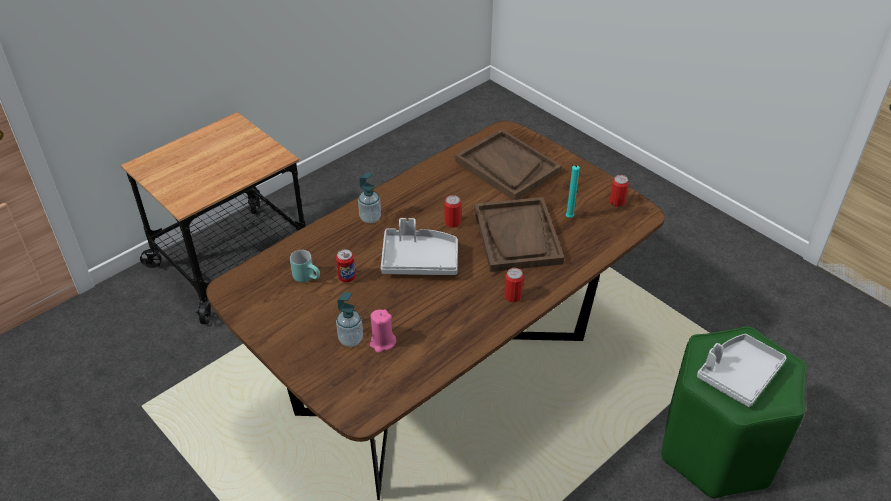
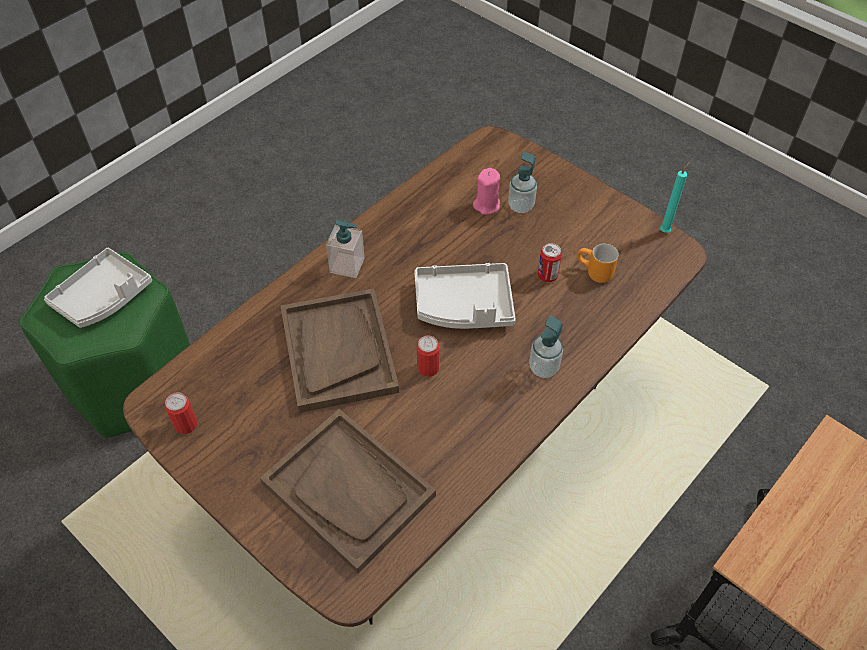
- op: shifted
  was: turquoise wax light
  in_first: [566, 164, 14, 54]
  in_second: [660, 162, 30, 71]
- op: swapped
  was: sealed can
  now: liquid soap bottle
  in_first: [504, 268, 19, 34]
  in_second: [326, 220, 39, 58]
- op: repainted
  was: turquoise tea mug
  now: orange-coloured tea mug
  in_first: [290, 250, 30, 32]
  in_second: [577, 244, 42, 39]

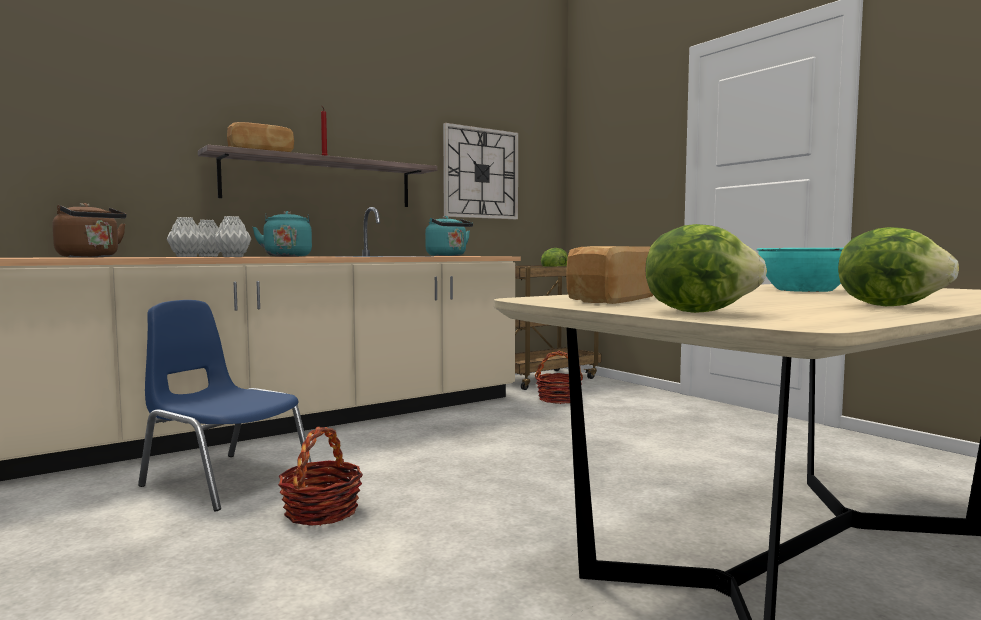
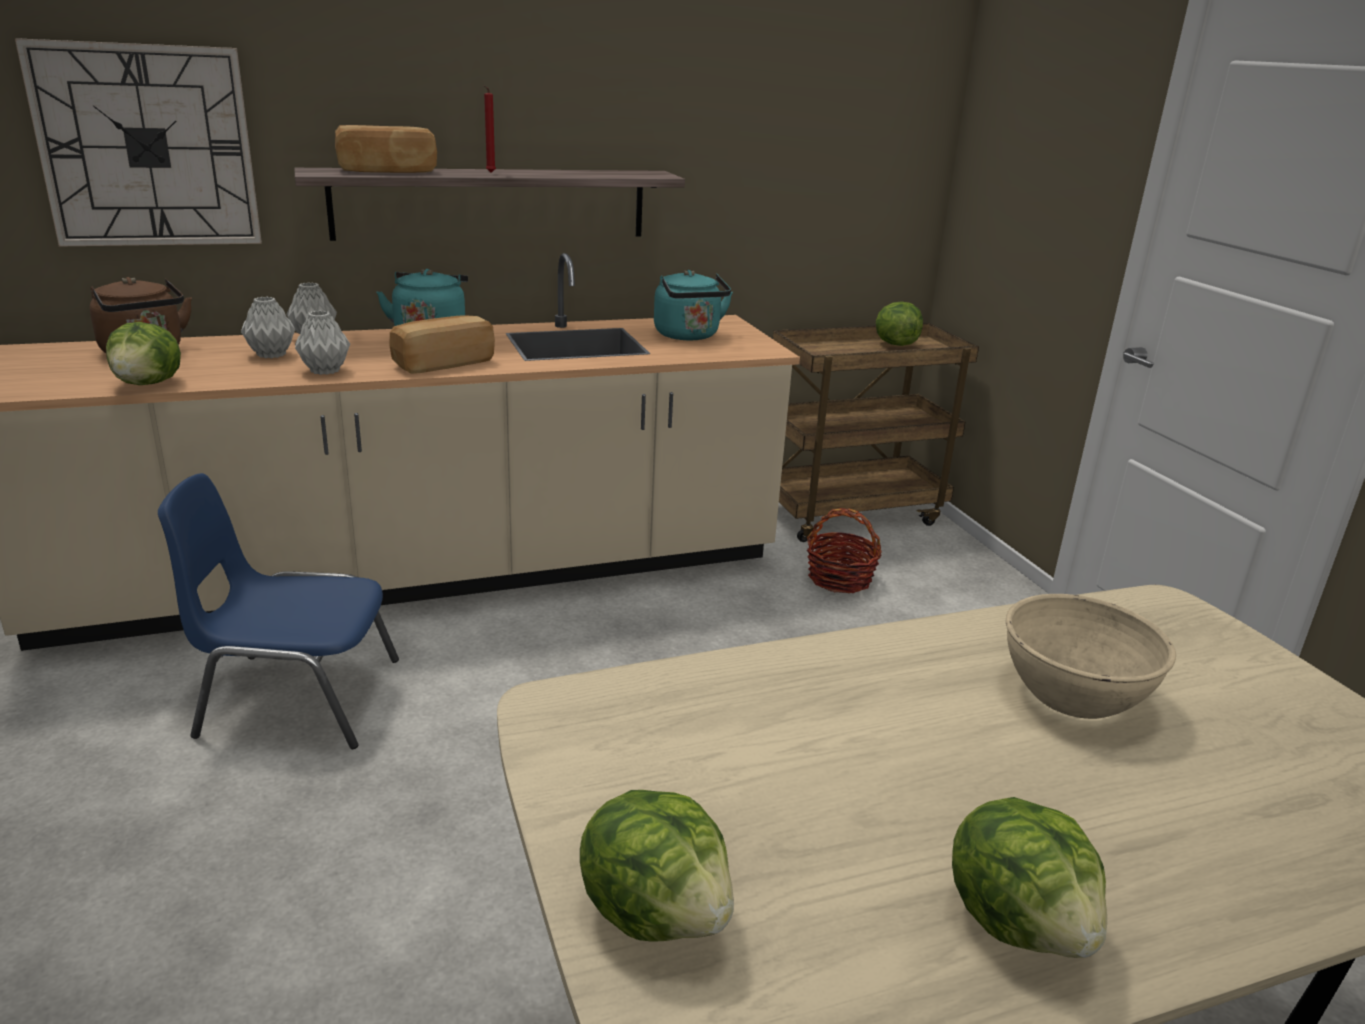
- op: gone
  was: storage basket
  in_first: [278, 427, 85, 99]
- op: new
  now: head of lettuce
  in_second: [106, 322, 75, 63]
- op: shifted
  was: hanging clock
  in_first: [443, 123, 75, 96]
  in_second: [15, 38, 247, 208]
- op: shifted
  was: bakery bread
  in_first: [566, 246, 87, 58]
  in_second: [389, 315, 106, 59]
- op: repainted
  was: turquoise deep dish
  now: beige deep dish
  in_first: [757, 248, 86, 44]
  in_second: [1006, 594, 170, 125]
- op: rotated
  was: blue plain chair
  in_first: [138, 300, 173, 212]
  in_second: [158, 473, 241, 276]
  clockwise: -45

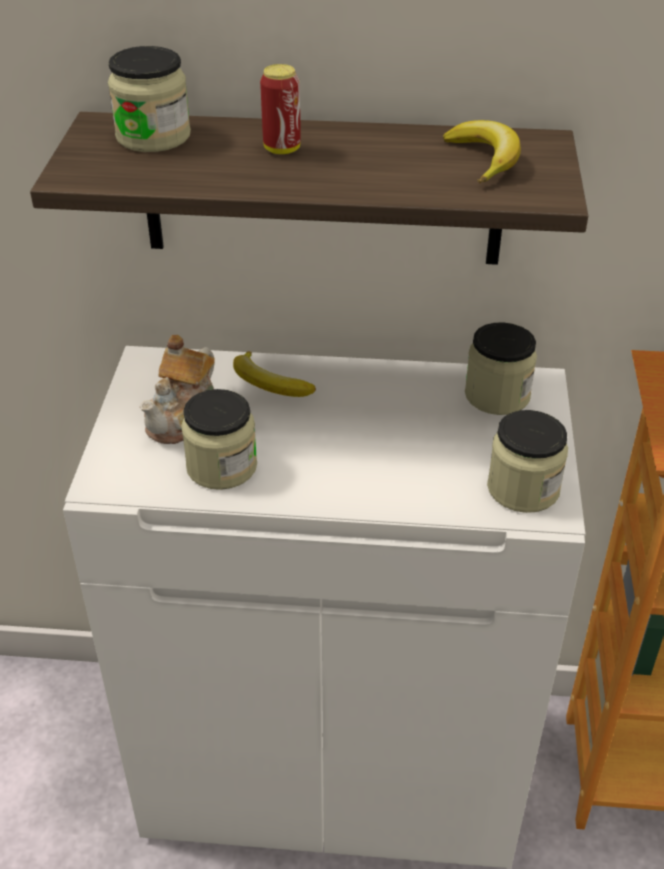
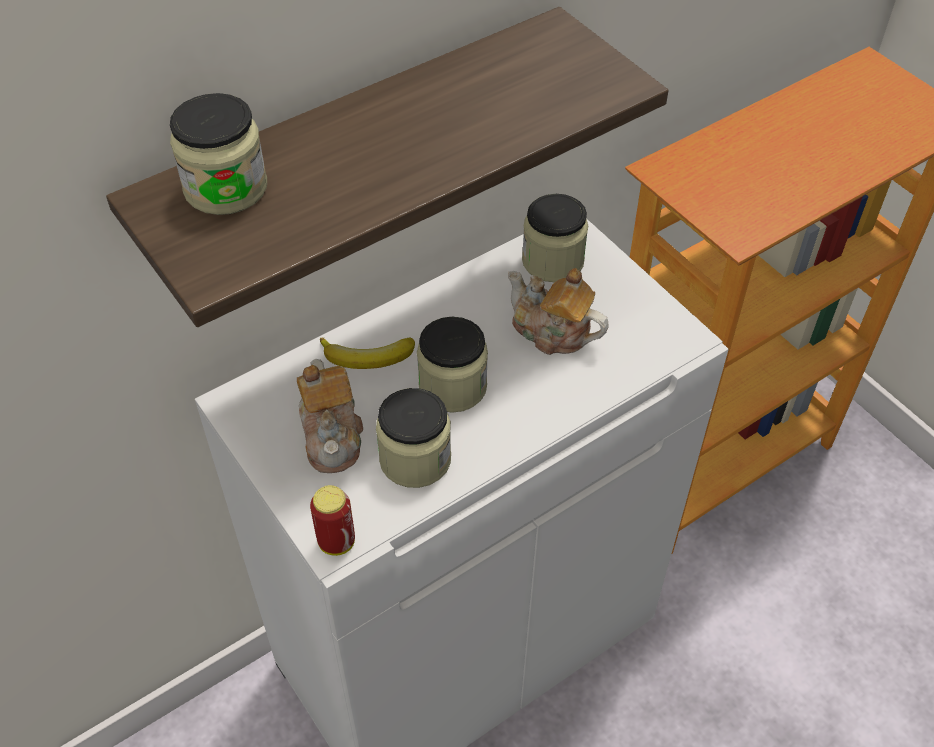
- op: gone
  was: whole banana
  in_first: [443, 120, 78, 64]
- op: new
  now: pot for tea
  in_second: [508, 268, 101, 87]
- op: shifted
  was: sealed can
  in_first: [260, 64, 41, 90]
  in_second: [310, 485, 45, 71]
- op: shifted
  was: jar
  in_first: [487, 410, 81, 103]
  in_second: [417, 317, 71, 96]

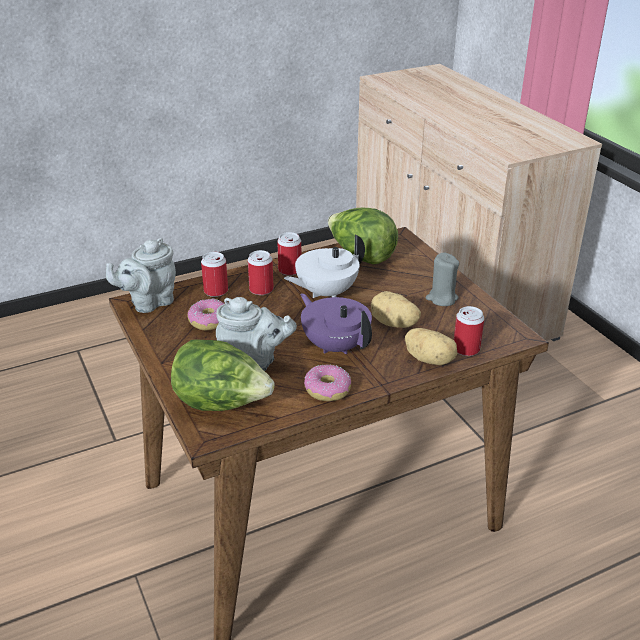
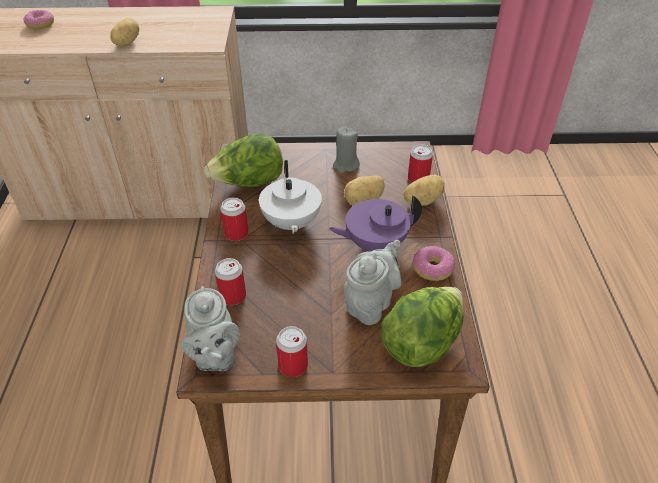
- op: new
  now: whole potato
  in_second: [110, 18, 29, 28]
- op: shifted
  was: donut
  in_first: [187, 299, 38, 31]
  in_second: [23, 10, 31, 19]
- op: shifted
  was: sealed can
  in_first: [248, 250, 26, 45]
  in_second: [276, 326, 32, 51]

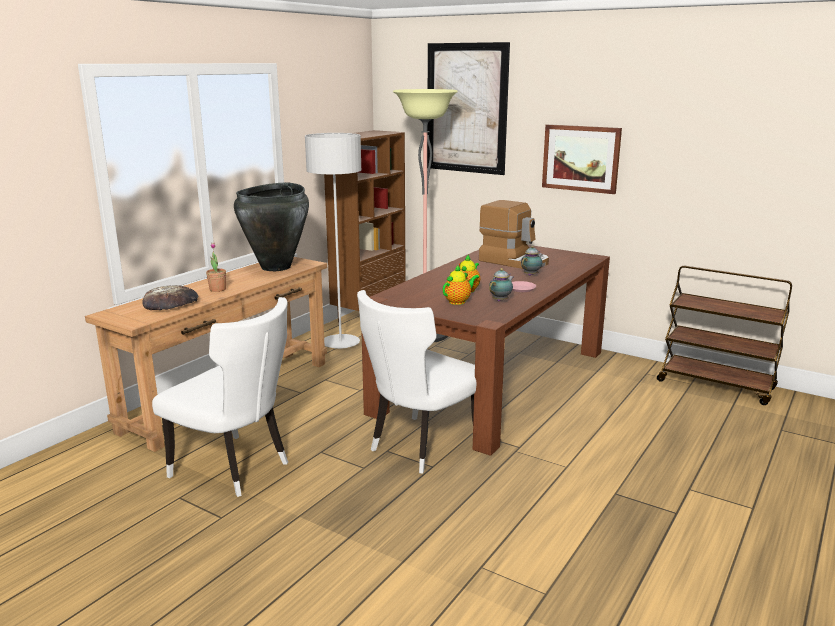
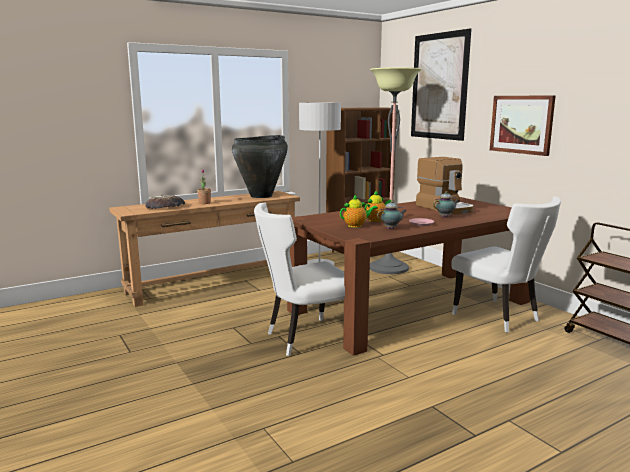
- op: shifted
  was: white plain chair
  in_first: [152, 297, 136, 200]
  in_second: [451, 196, 110, 137]

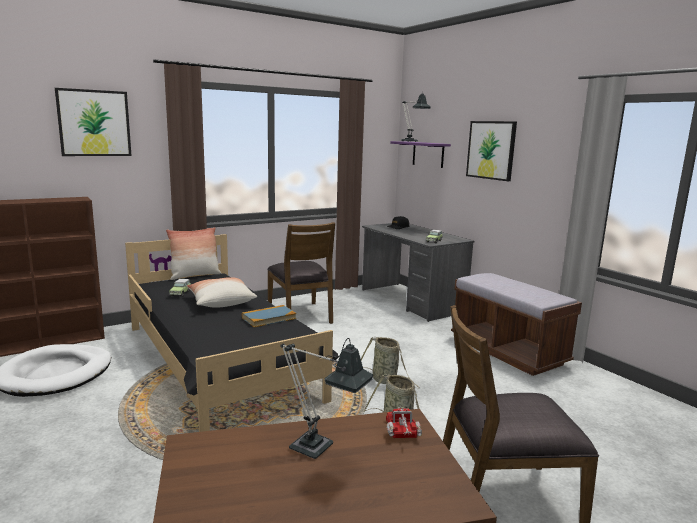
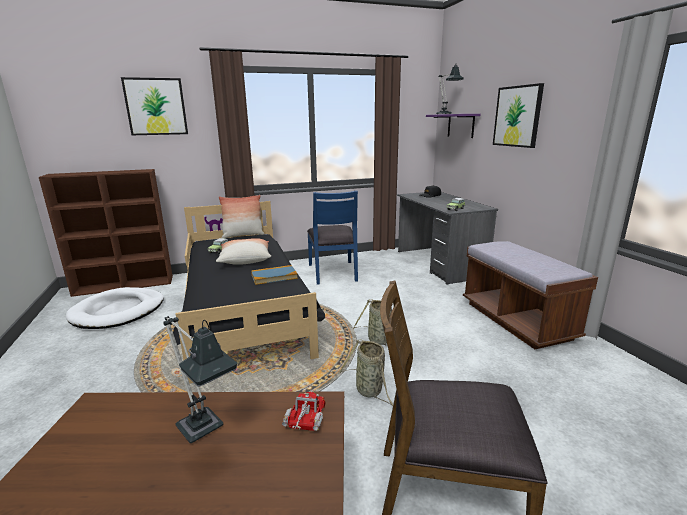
- op: repainted
  was: brown plain chair
  now: blue plain chair
  in_first: [268, 222, 67, 102]
  in_second: [307, 190, 51, 95]

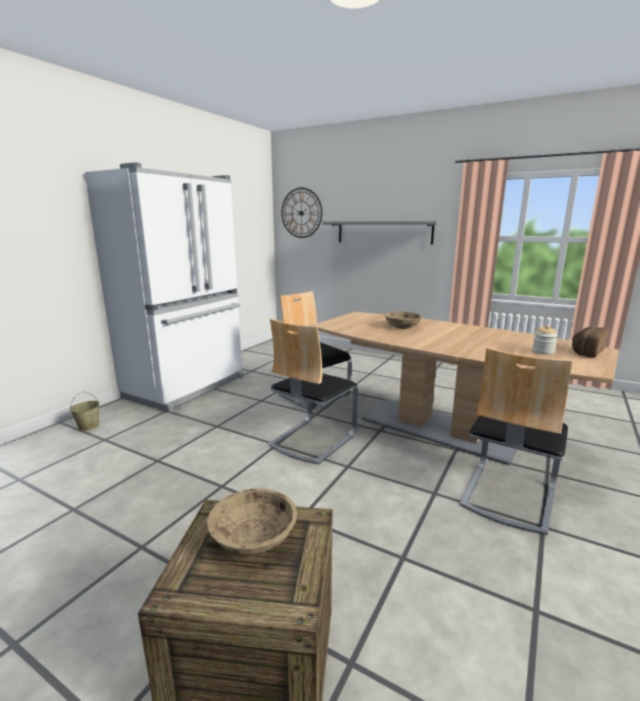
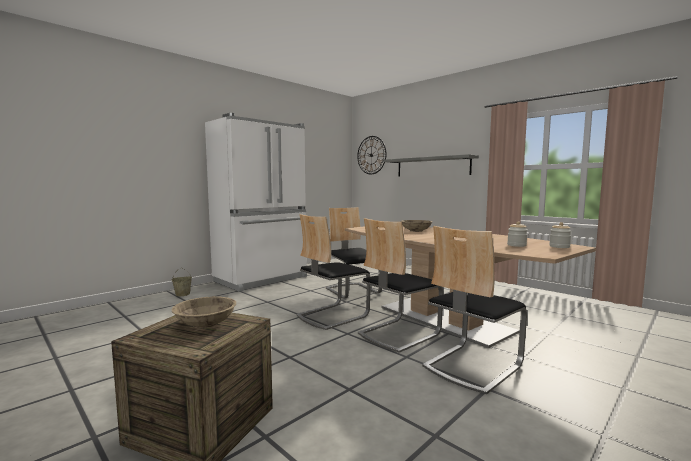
- op: new
  now: plain chair
  in_second: [358, 218, 86, 135]
- op: swapped
  was: bakery bread
  now: jar
  in_first: [572, 327, 37, 31]
  in_second: [549, 222, 22, 26]

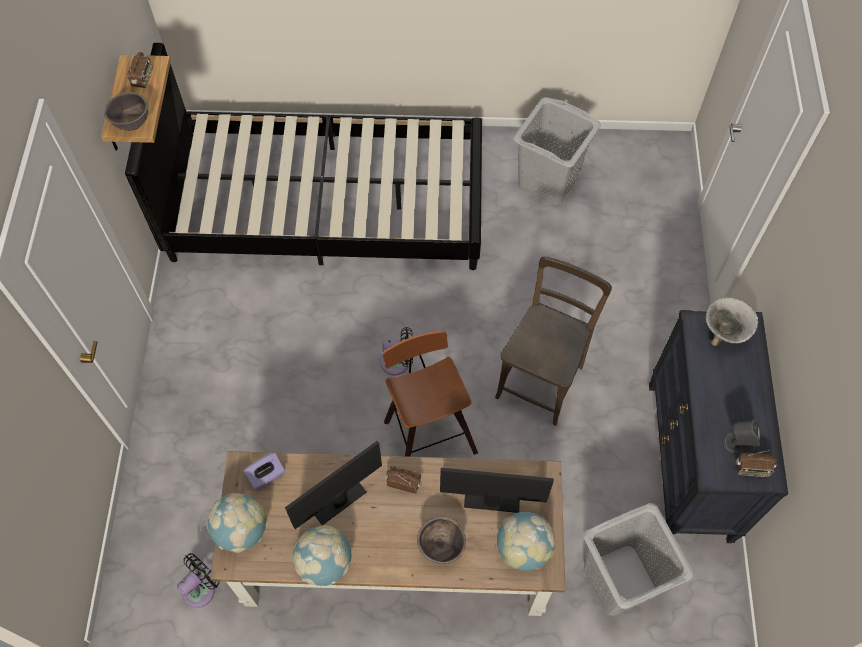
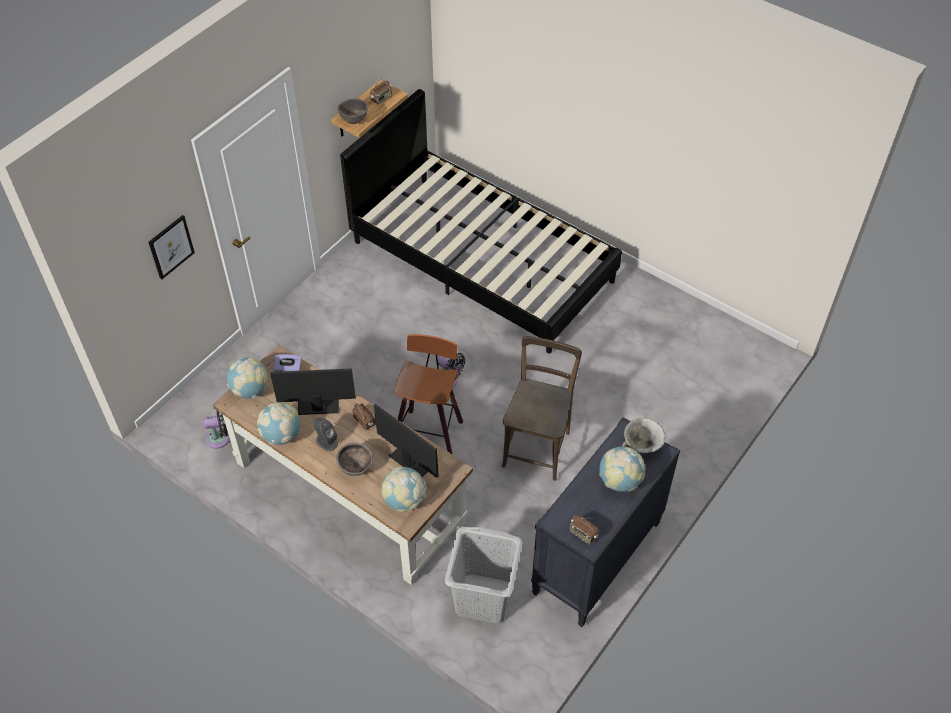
- op: gone
  was: gray laundry basket
  in_first: [513, 97, 88, 108]
- op: new
  now: wall picture
  in_second: [148, 215, 47, 64]
- op: new
  now: world globe
  in_second: [599, 446, 46, 46]
- op: shifted
  was: gray speaker
  in_first: [723, 420, 37, 34]
  in_second: [314, 418, 24, 33]
- op: rotated
  was: brown plain chair
  in_first: [495, 256, 117, 170]
  in_second: [502, 336, 80, 145]
  clockwise: -45

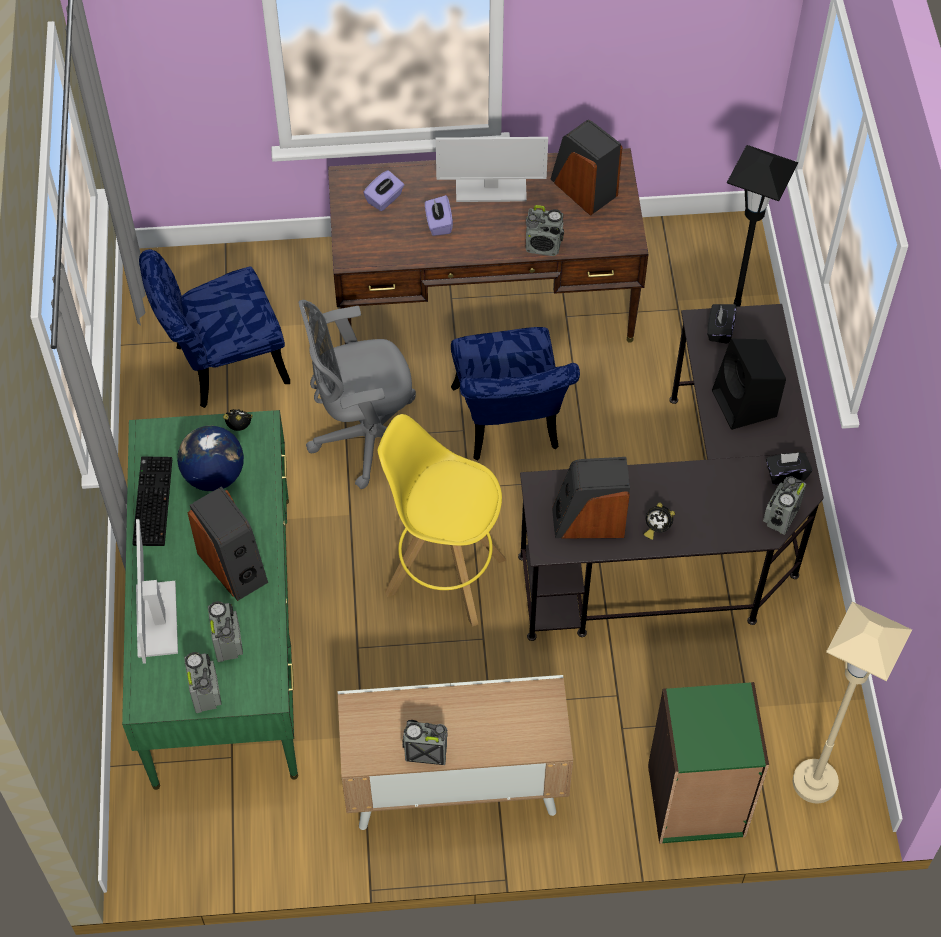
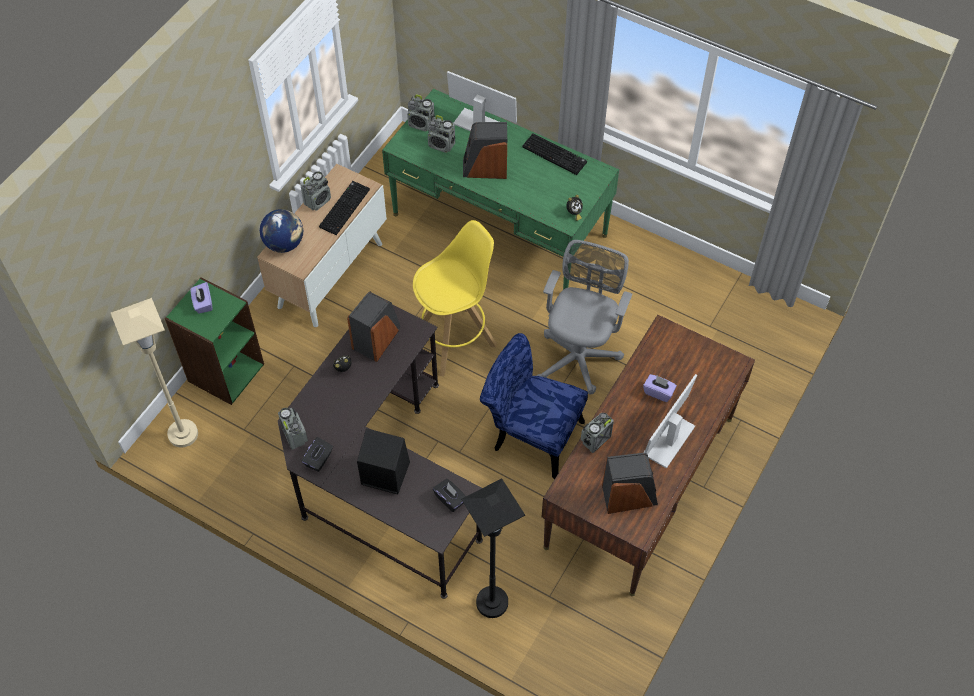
- op: gone
  was: blue plain chair
  in_first: [139, 249, 151, 159]
- op: new
  now: computer keyboard
  in_second: [319, 181, 51, 54]
- op: shifted
  was: world globe
  in_first: [177, 426, 67, 65]
  in_second: [260, 209, 43, 44]
- op: shifted
  was: purplish tissue holder
  in_first: [363, 170, 41, 41]
  in_second: [191, 282, 21, 32]

